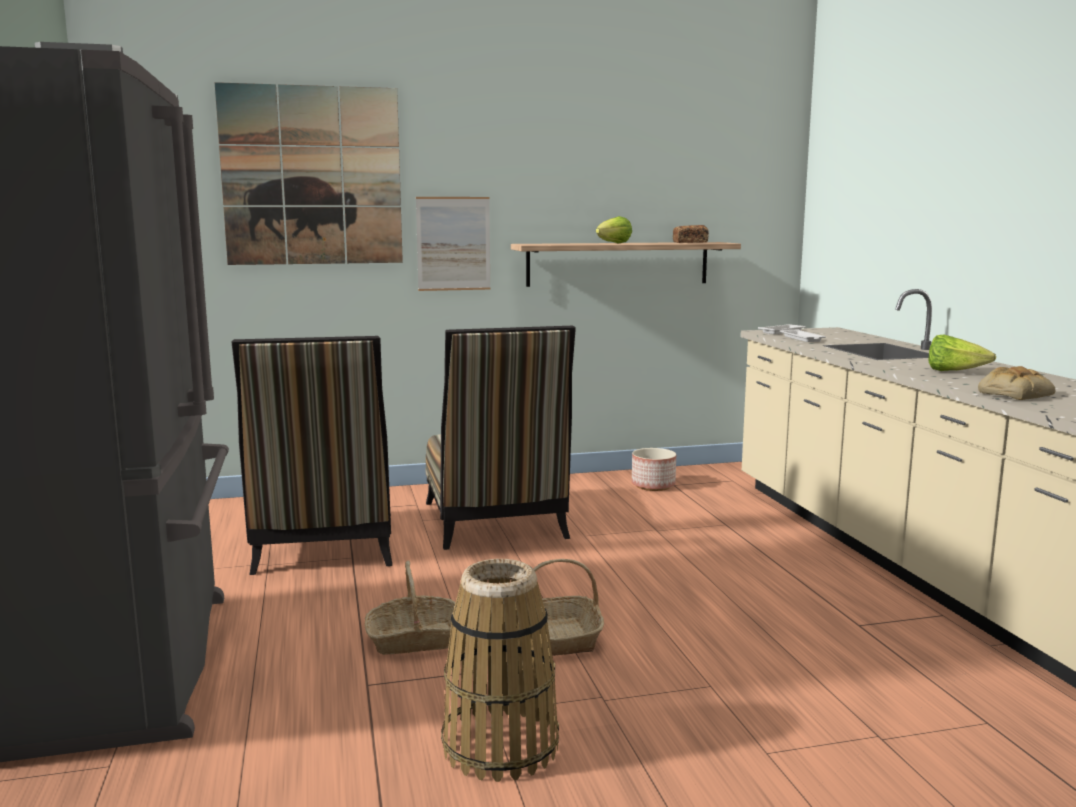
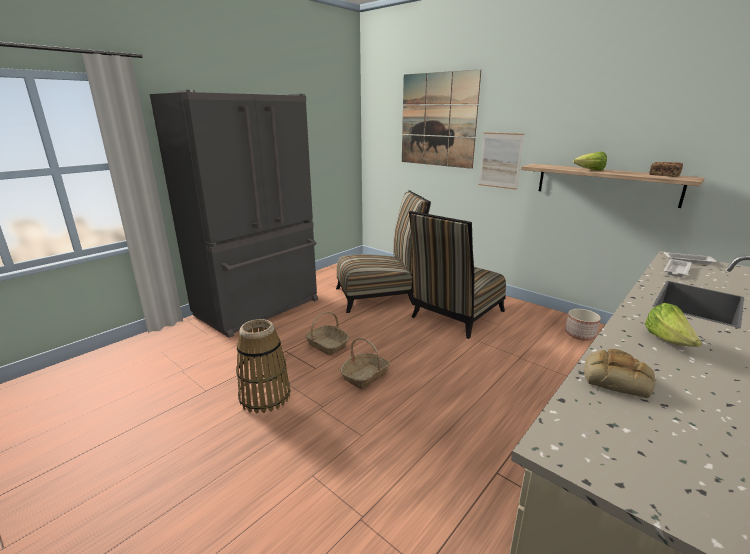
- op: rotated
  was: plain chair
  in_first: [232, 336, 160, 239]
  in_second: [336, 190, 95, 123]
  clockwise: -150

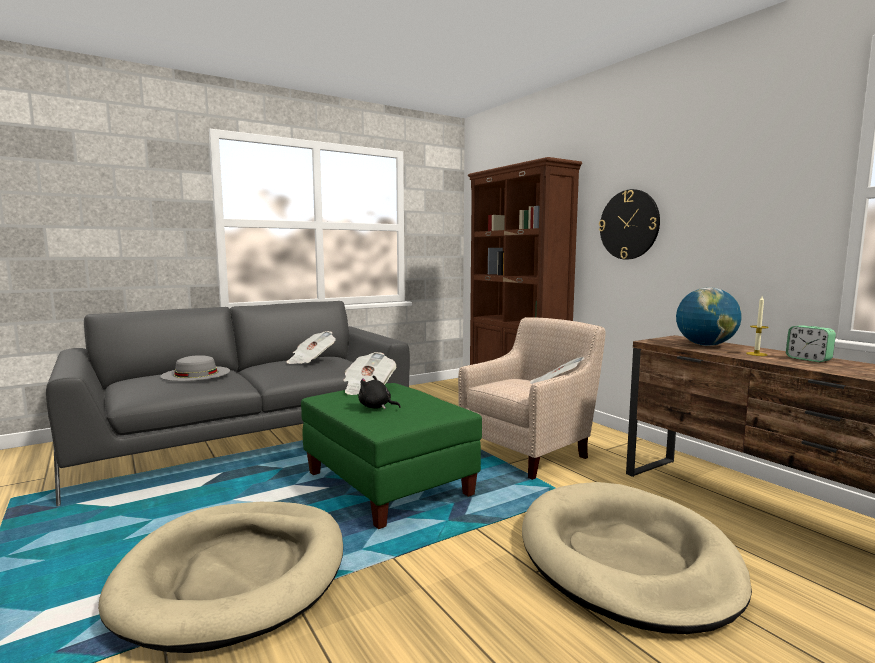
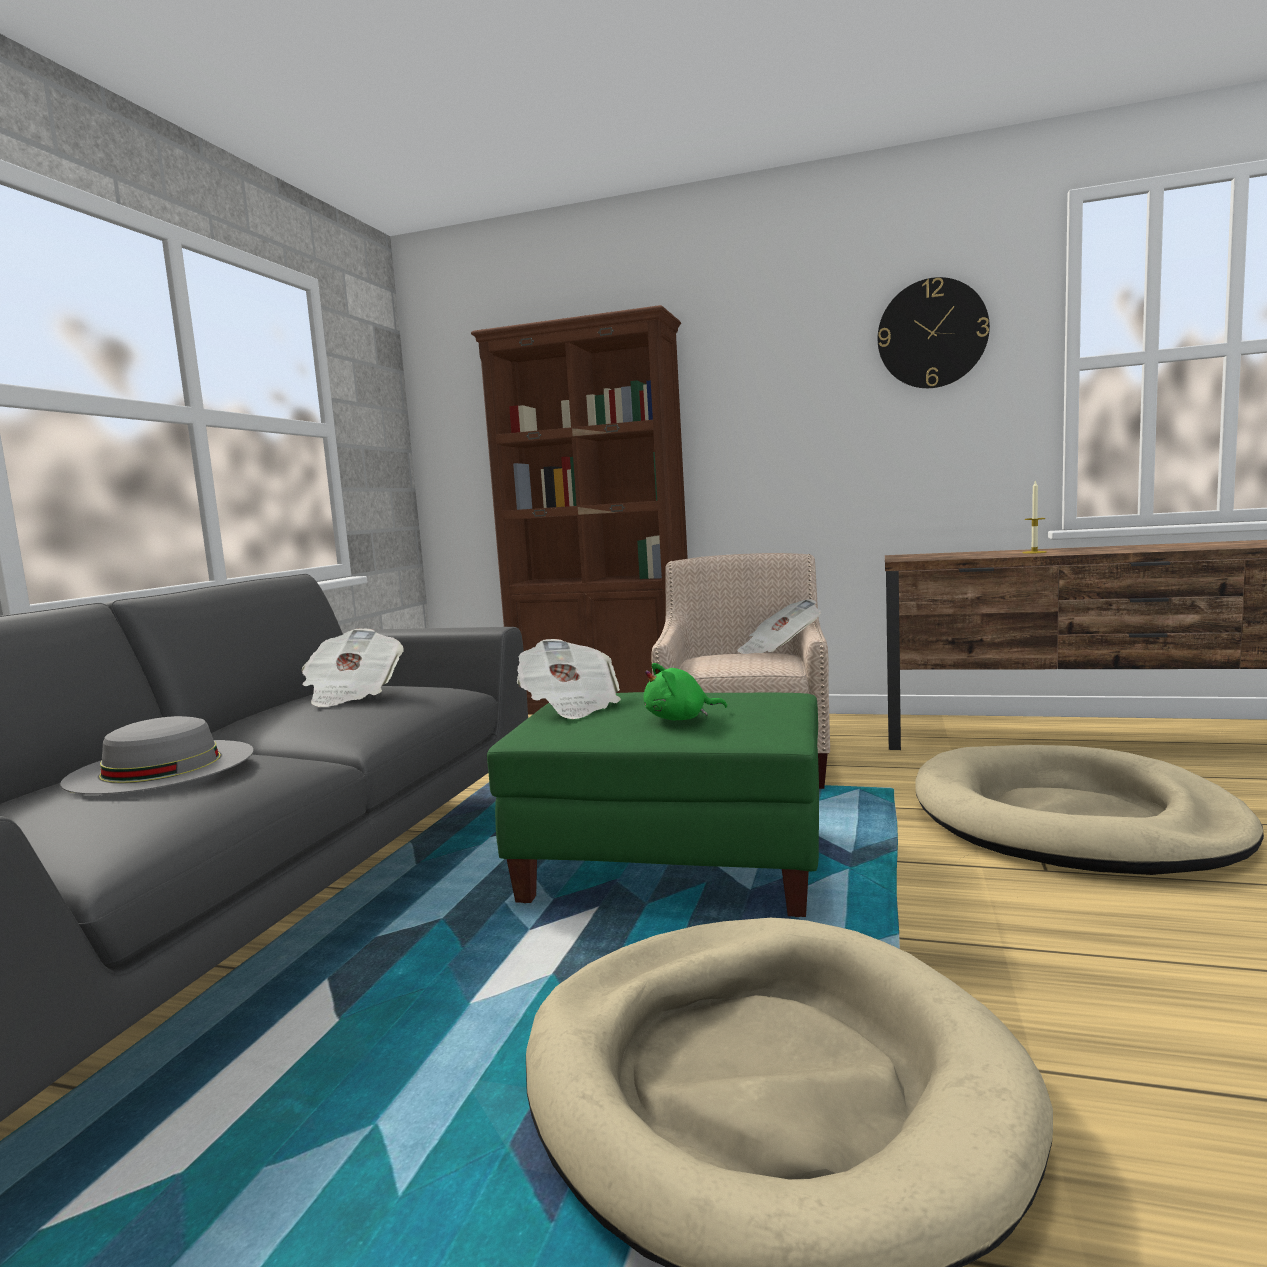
- op: gone
  was: world globe
  in_first: [676, 287, 66, 59]
- op: gone
  was: table clock
  in_first: [786, 325, 50, 37]
- op: shifted
  was: hanging clock
  in_first: [599, 189, 61, 70]
  in_second: [878, 277, 112, 111]
- op: repainted
  was: black-coloured plush toy
  now: green plush toy
  in_first: [358, 375, 43, 34]
  in_second: [644, 663, 83, 57]

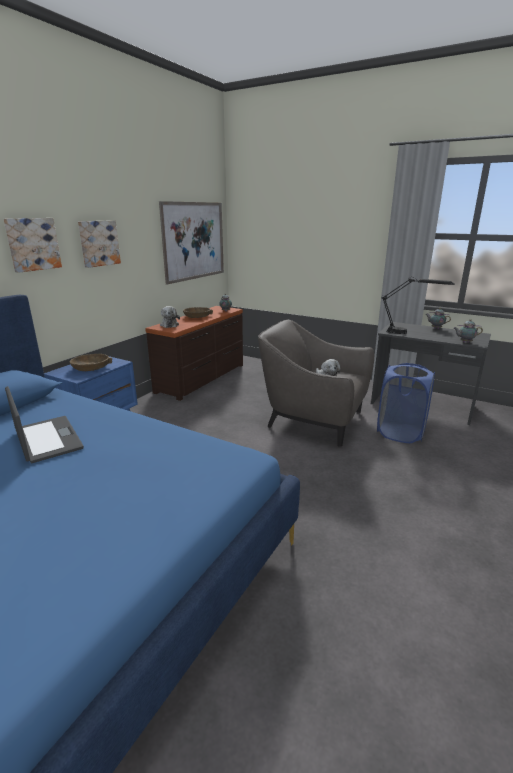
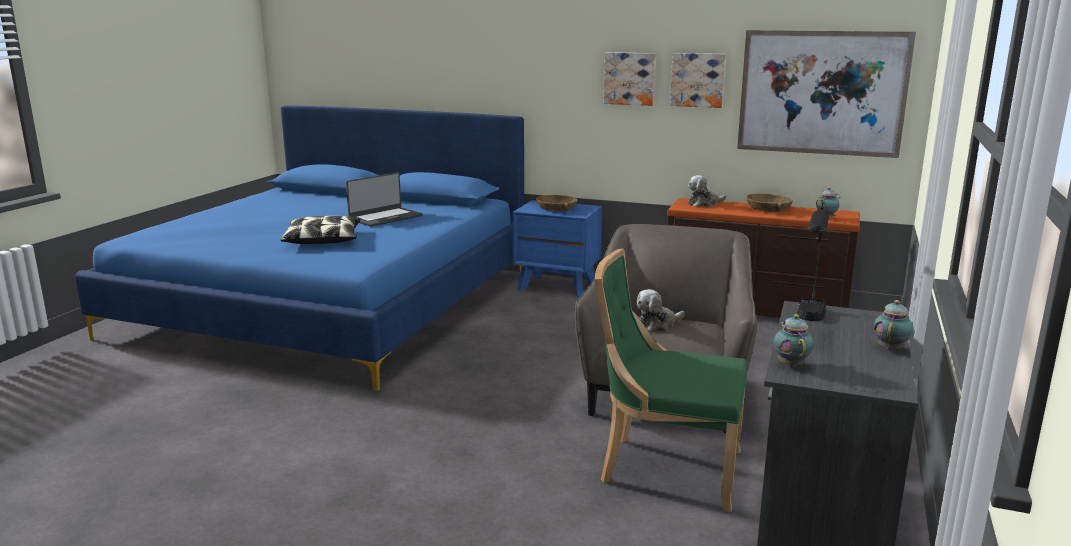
- op: new
  now: throw pillow
  in_second: [281, 216, 79, 28]
- op: shifted
  was: wall picture
  in_first: [4, 218, 58, 55]
  in_second: [670, 53, 56, 55]
- op: swapped
  was: blue laundry basket
  now: green plain chair
  in_first: [377, 363, 58, 80]
  in_second: [594, 249, 153, 263]

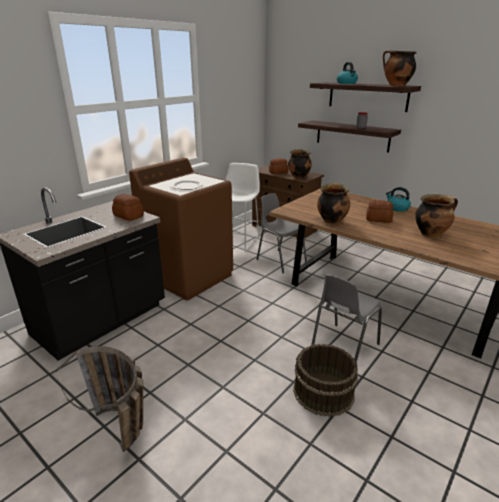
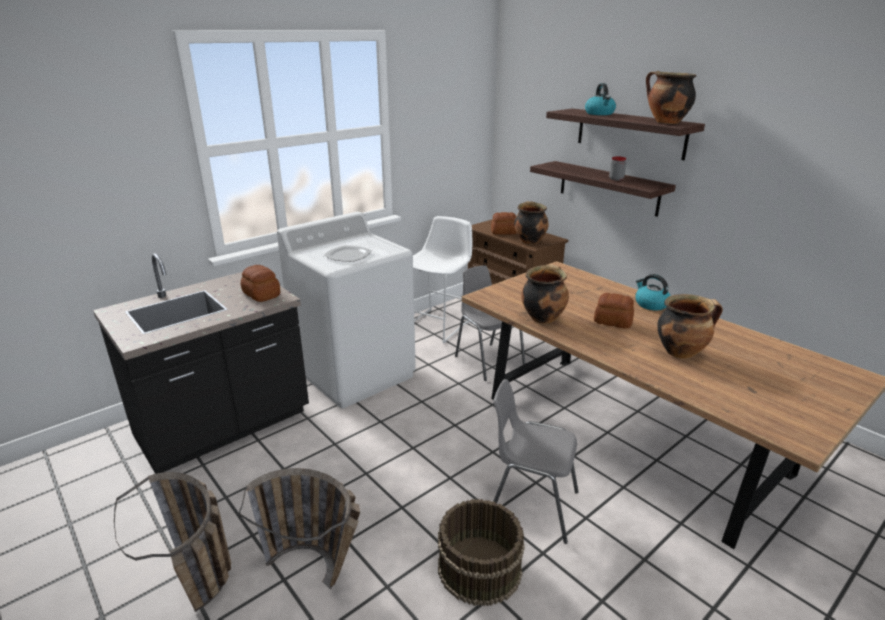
- op: new
  now: storage basket
  in_second: [239, 468, 121, 121]
- op: repainted
  was: brown laundry appliance
  now: white laundry appliance
  in_first: [129, 158, 104, 142]
  in_second: [277, 212, 139, 197]
- op: rotated
  was: gray plain chair
  in_first: [311, 274, 71, 89]
  in_second: [493, 379, 85, 165]
  clockwise: 60

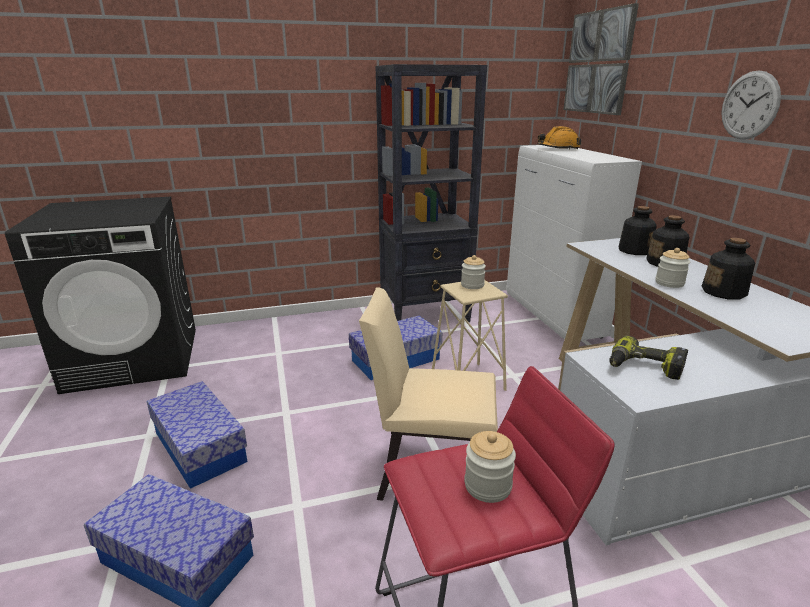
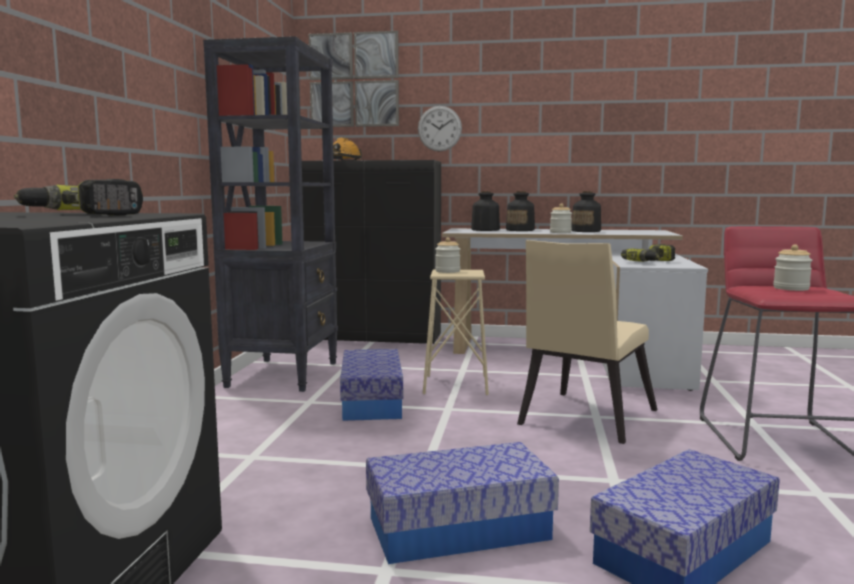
- op: new
  now: power drill
  in_second: [14, 179, 129, 37]
- op: shifted
  was: hanging clock
  in_first: [721, 70, 60, 69]
  in_second: [418, 106, 44, 46]
- op: repainted
  was: white cupboard
  now: black-coloured cupboard
  in_first: [507, 145, 135, 195]
  in_second: [302, 160, 139, 184]

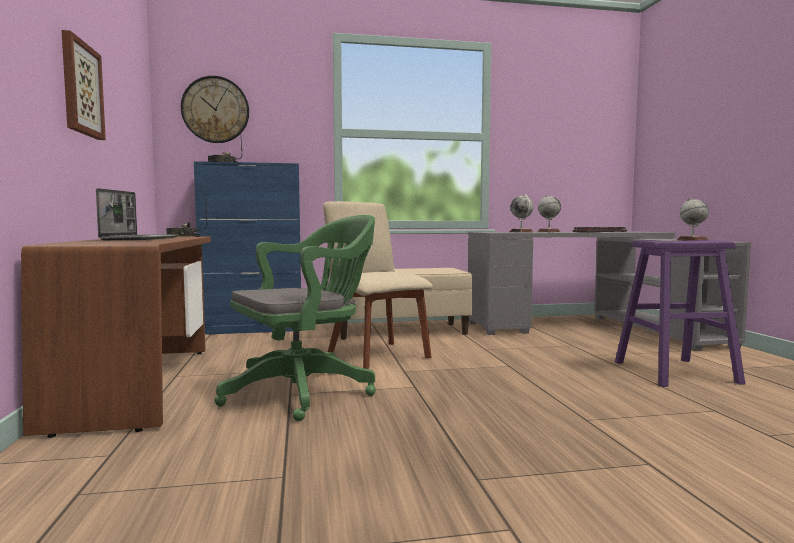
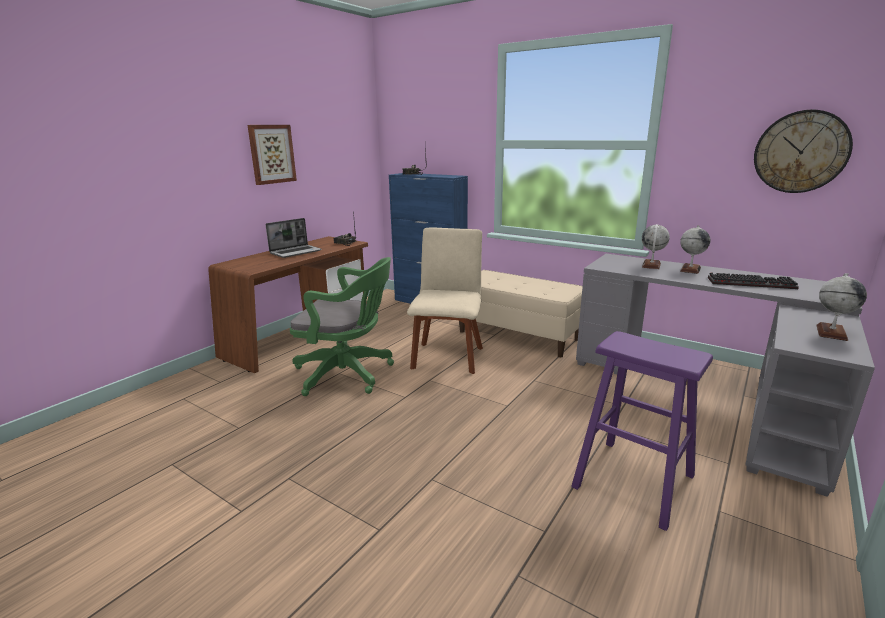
- op: shifted
  was: hanging clock
  in_first: [181, 76, 68, 67]
  in_second: [754, 110, 99, 83]

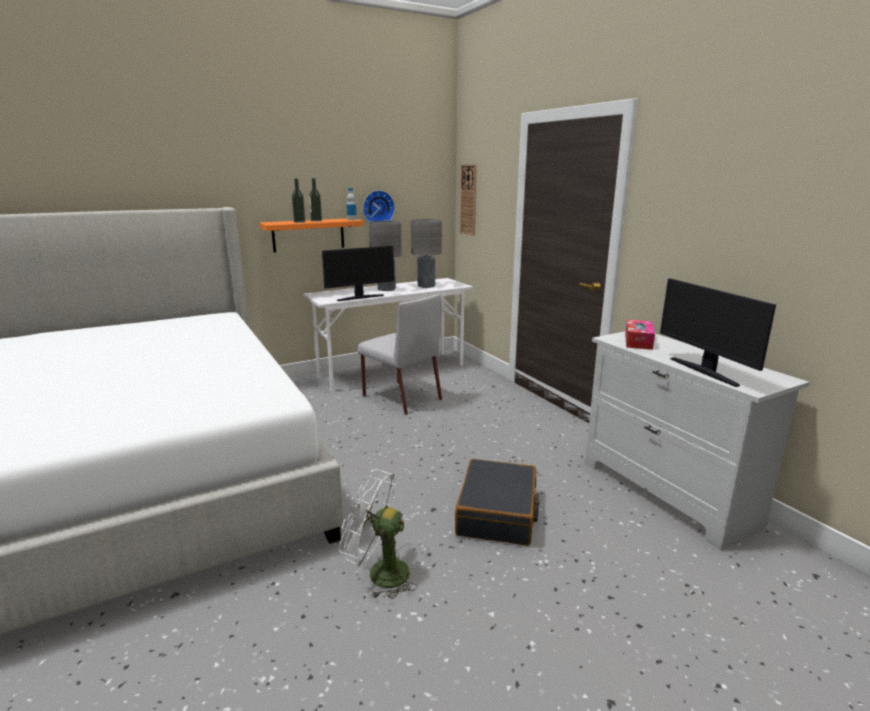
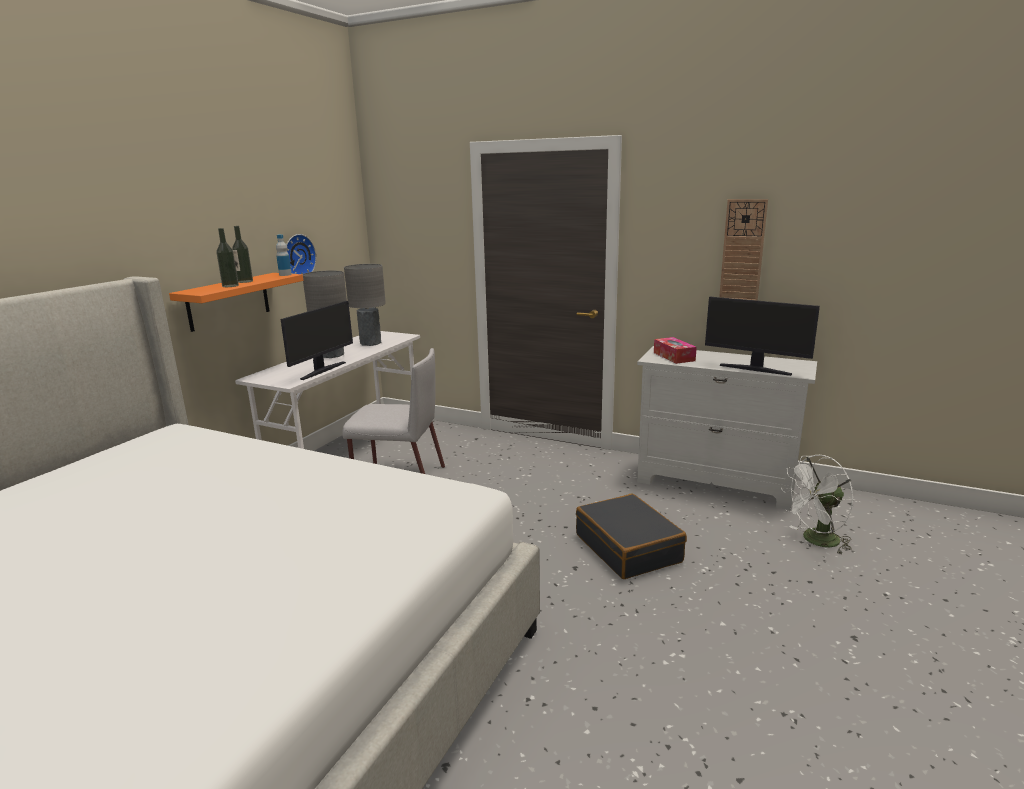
- op: shifted
  was: white electric fan
  in_first: [339, 469, 79, 130]
  in_second: [781, 455, 72, 100]
- op: shifted
  was: hanging clock
  in_first: [460, 164, 17, 72]
  in_second: [719, 199, 49, 102]

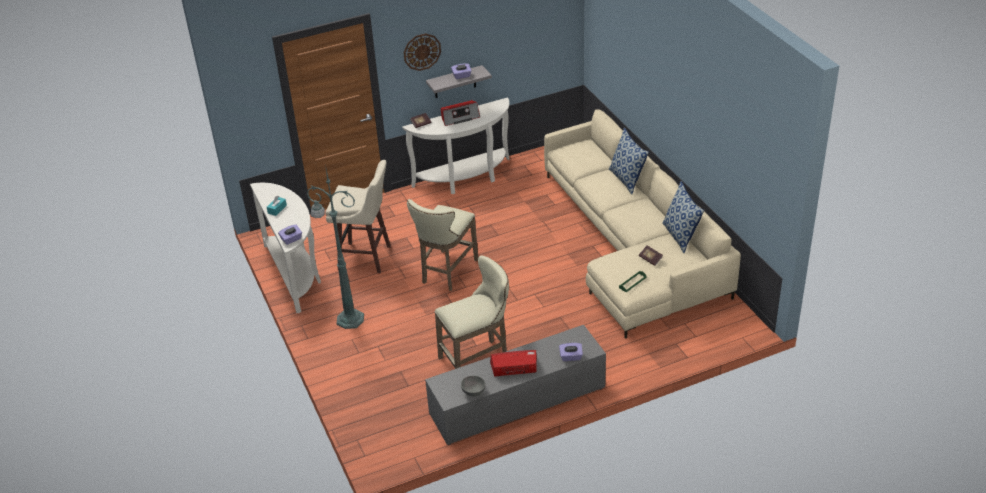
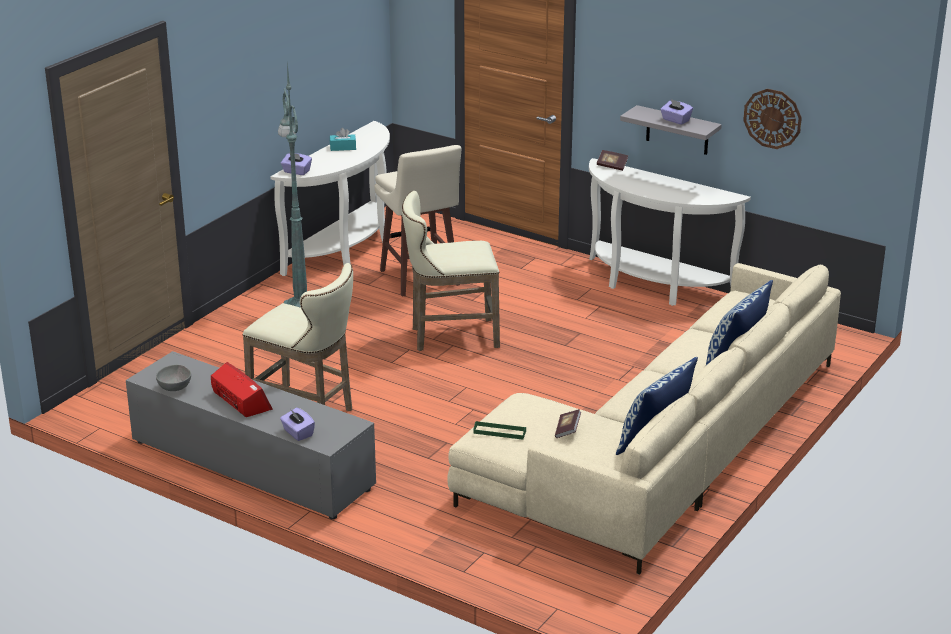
- op: gone
  was: radio set
  in_first: [441, 100, 39, 26]
- op: shifted
  was: hanging clock
  in_first: [404, 33, 37, 38]
  in_second: [743, 89, 59, 60]

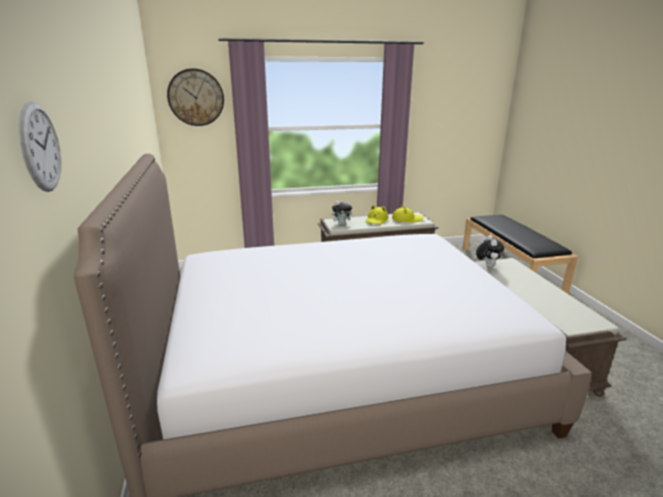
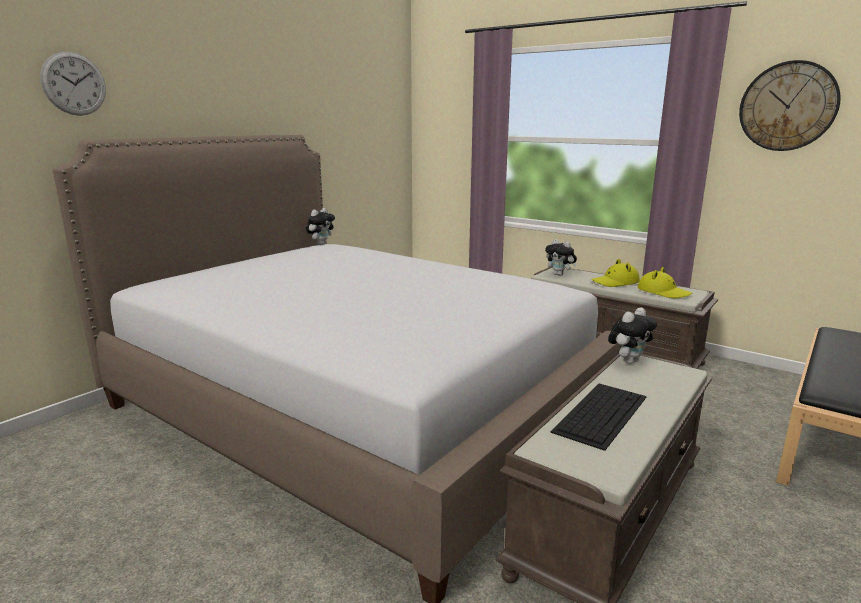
- op: new
  now: plush toy
  in_second: [306, 208, 29, 37]
- op: new
  now: computer keyboard
  in_second: [550, 383, 97, 68]
- op: shifted
  was: hanging clock
  in_first: [167, 68, 57, 58]
  in_second: [739, 60, 102, 91]

